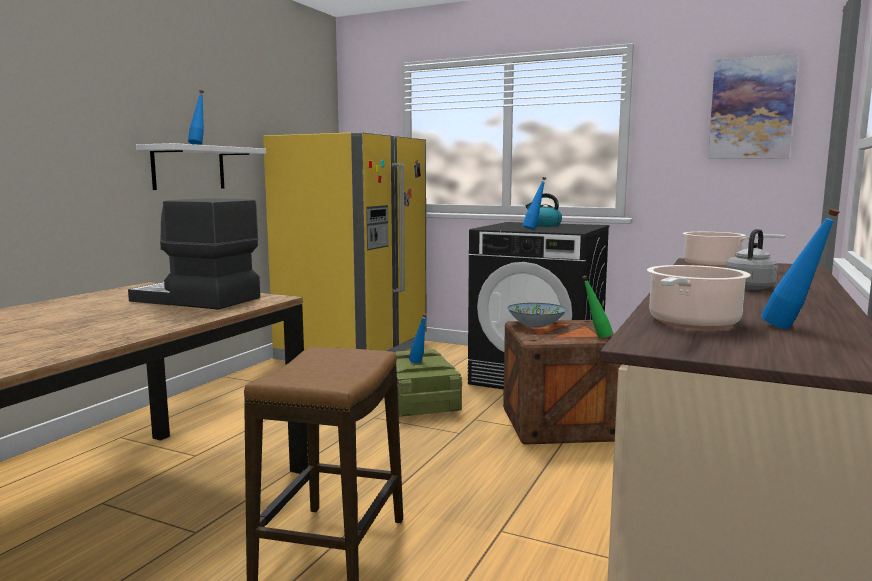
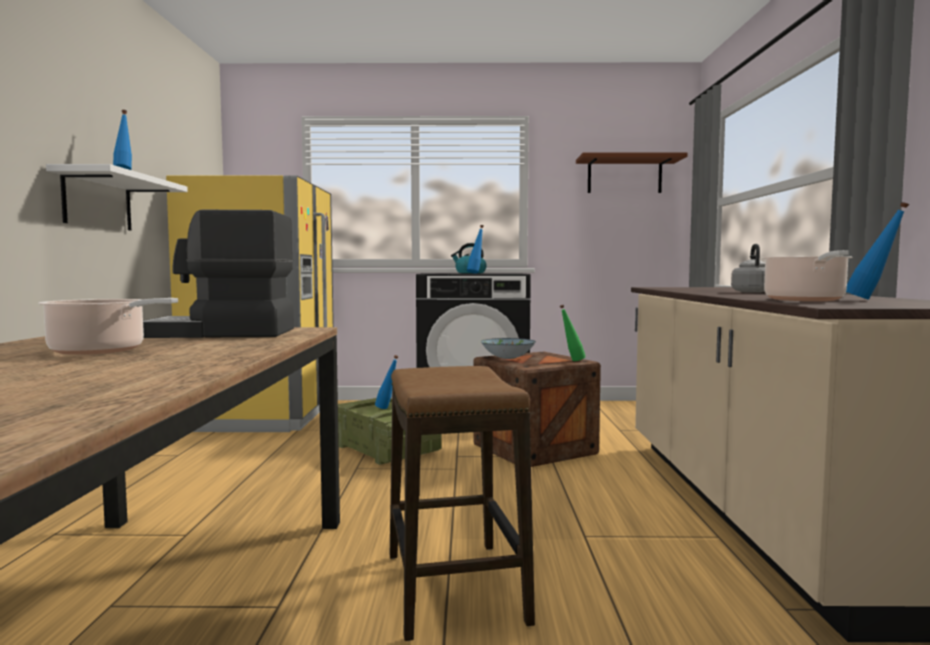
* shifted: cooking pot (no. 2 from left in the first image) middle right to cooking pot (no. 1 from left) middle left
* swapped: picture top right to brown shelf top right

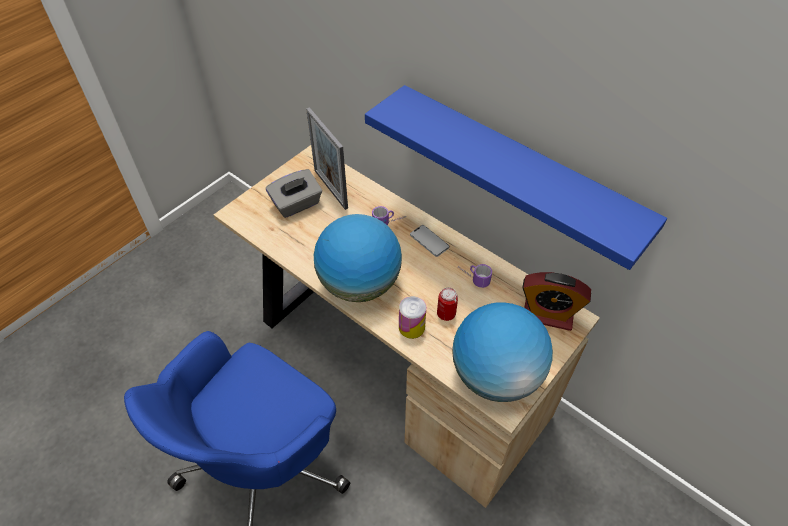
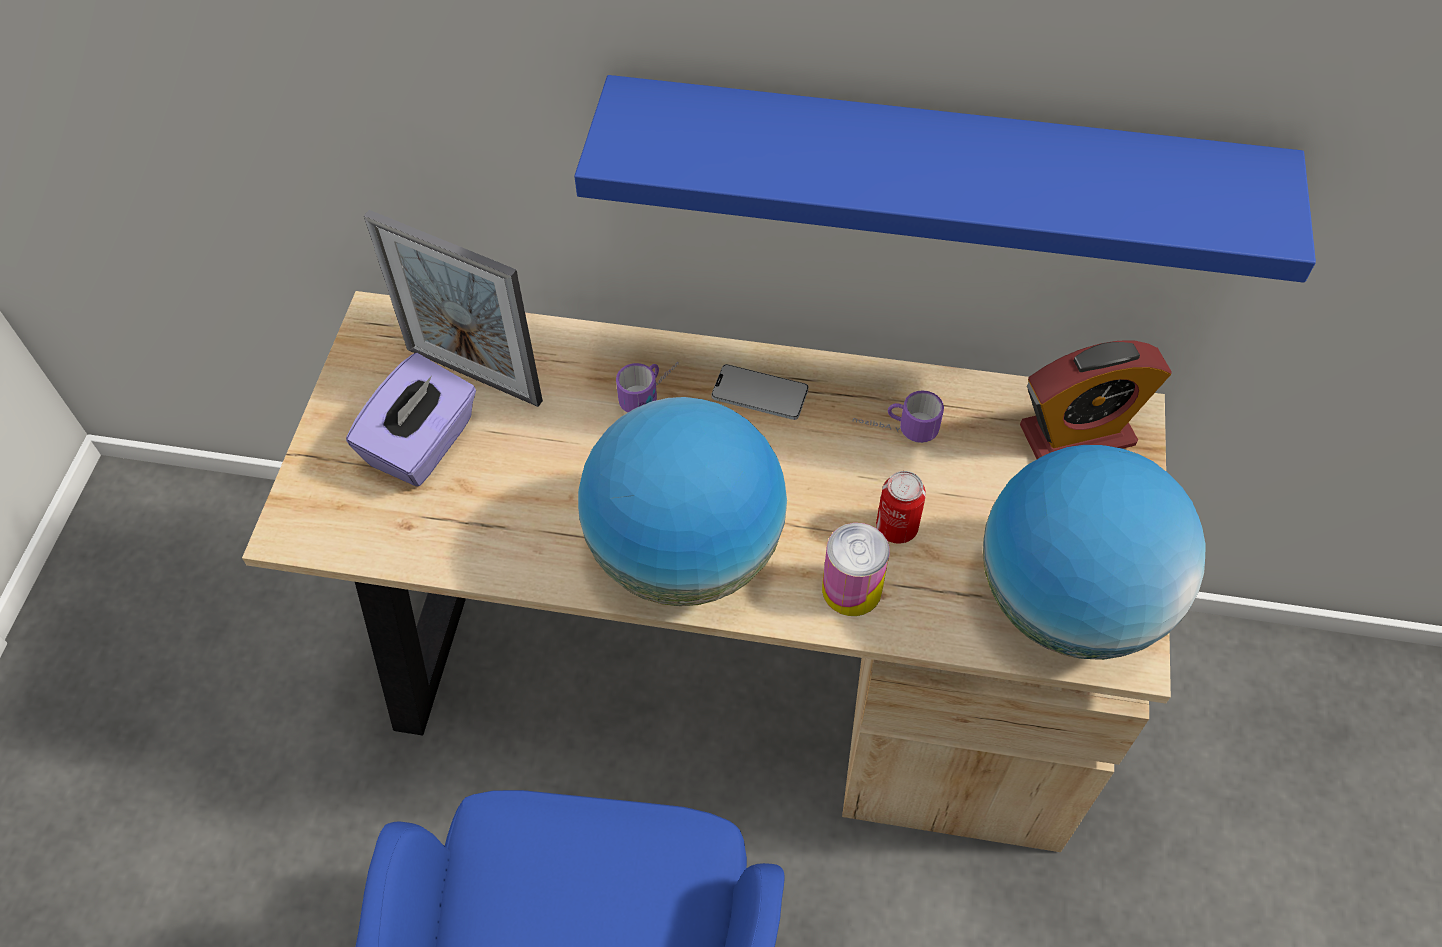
* repainted: grey tissue box centre to purple tissue box middle left

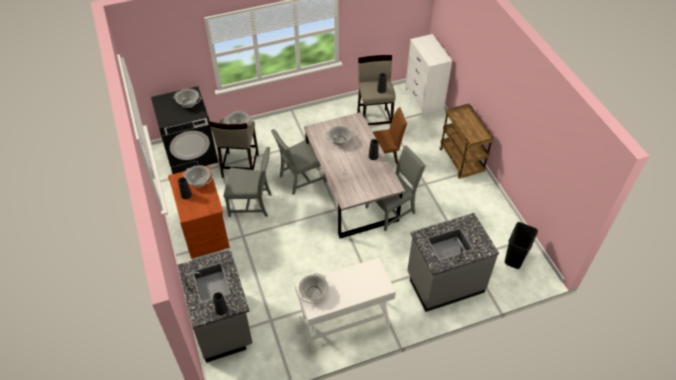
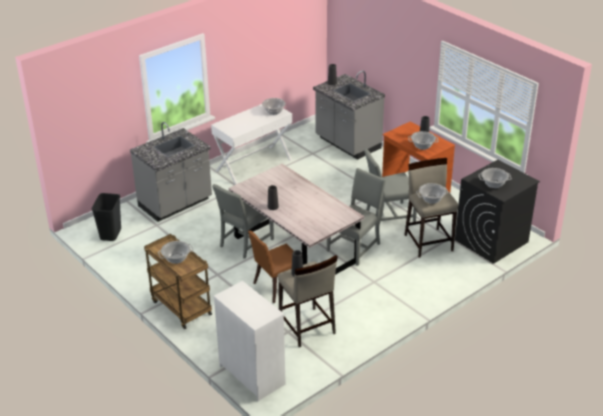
* shifted: cooking pot (no. 5 from left in the first image) centre to cooking pot (no. 1 from left) middle left

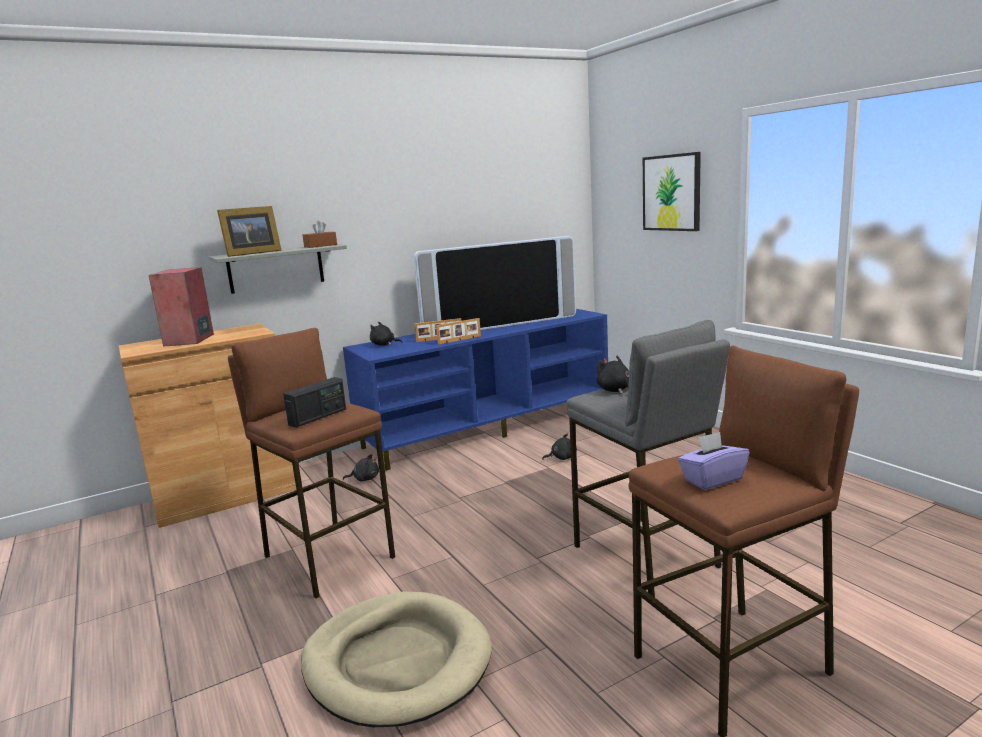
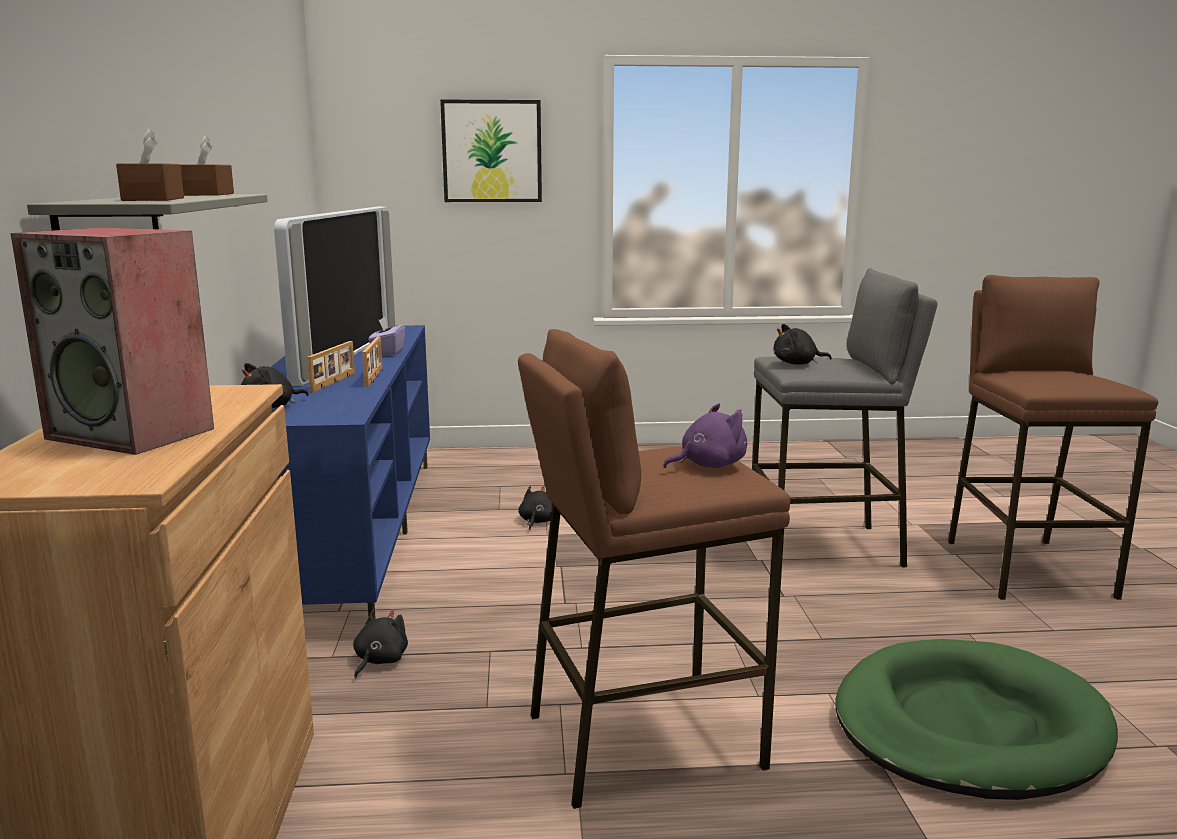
* swapped: picture frame (no. 1 from left) top left to brown tissue box (no. 1 from left) top left
* swapped: radio middle left to purple plush toy centre
* repainted: beige dog bed bottom centre to green dog bed bottom right
* shifted: purple tissue box middle right to middle left

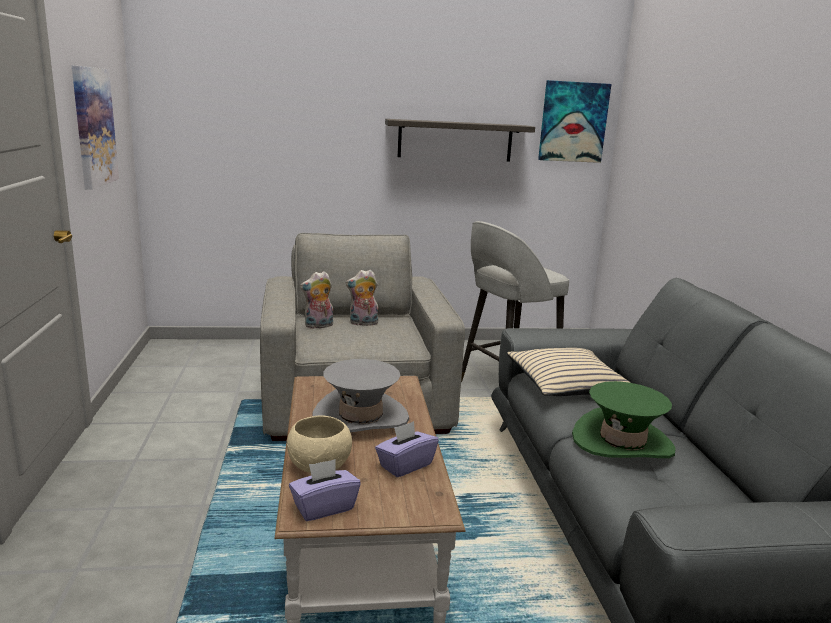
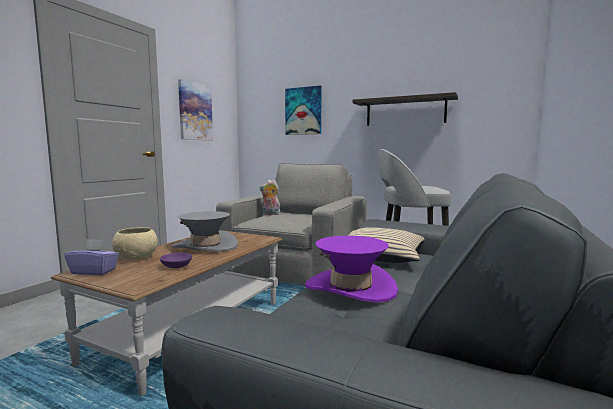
* gone: plush toy (no. 2 from left) centre
* swapped: purple tissue box (no. 2 from left) bottom centre to purple bowl middle left
* shifted: picture (no. 2 from left) top right to top centre
* repainted: green hat bottom right to purple hat centre

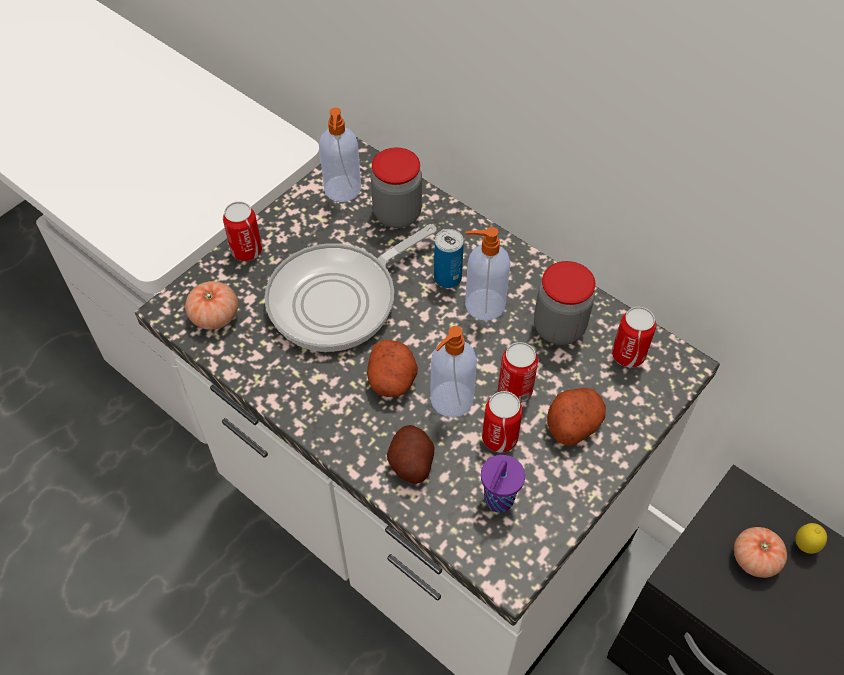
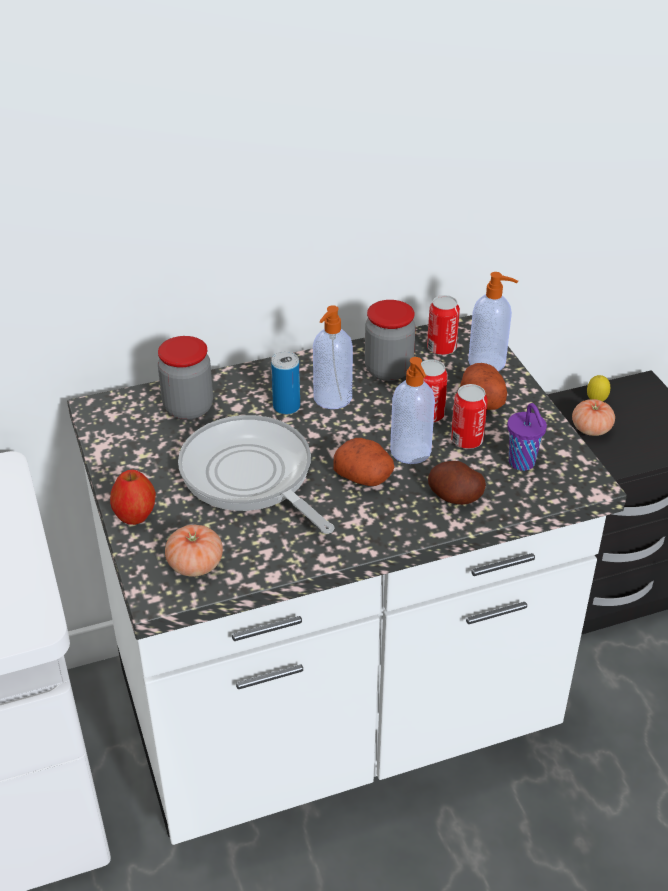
* swapped: can (no. 1 from left) middle left to apple middle left
* rotated: frying pan centre = centre 150 degrees clockwise
* shifted: soap dispenser (no. 1 from left in the first image) top centre to soap dispenser (no. 3 from left) middle right

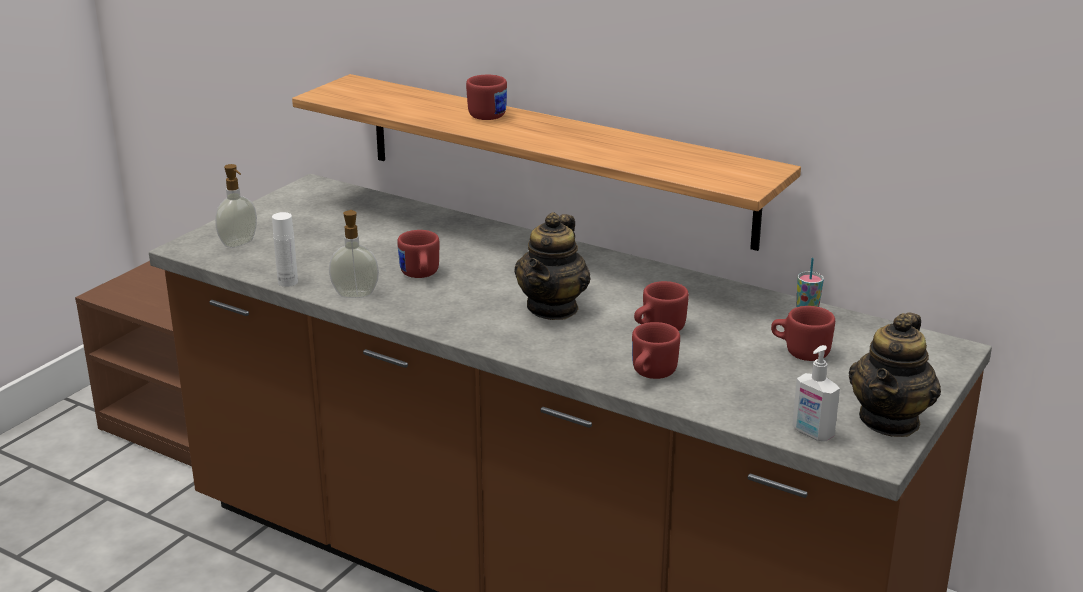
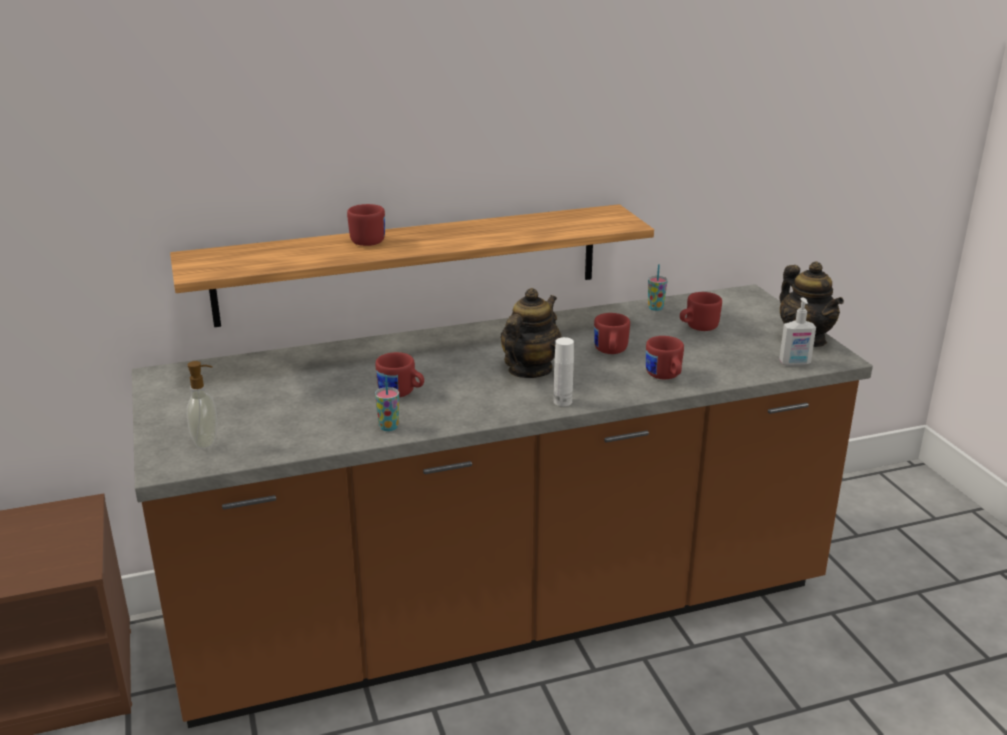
* shifted: white bottle middle left to centre
* swapped: soap dispenser (no. 2 from left) middle left to cup (no. 1 from left) centre
* rotated: teapot (no. 1 from left) centre = centre 120 degrees counterclockwise

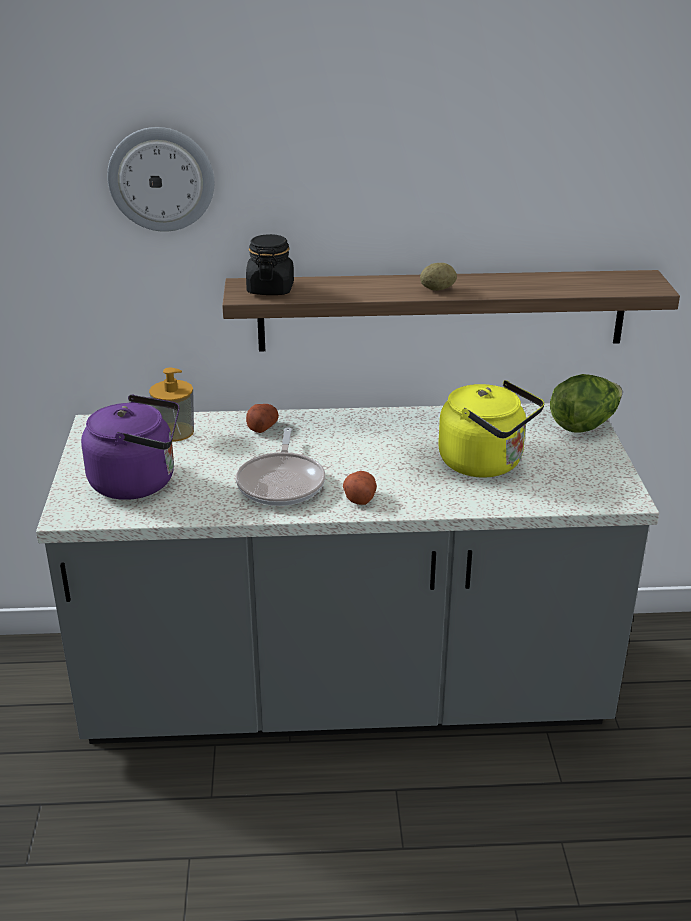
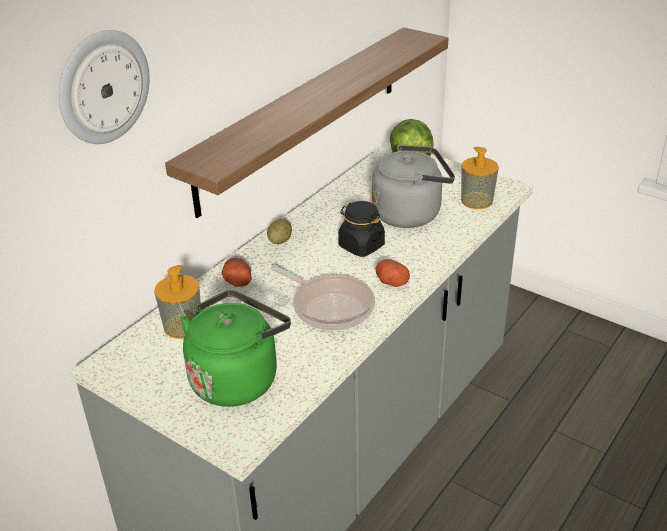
* repainted: purple kettle middle left to green kettle centre
* shifted: black jar top centre to centre
* shifted: potato (no. 3 from left in the first image) top centre to potato (no. 2 from left) centre
* repainted: yellow kettle middle right to grey kettle centre
* new: soap dispenser (no. 2 from left) middle right

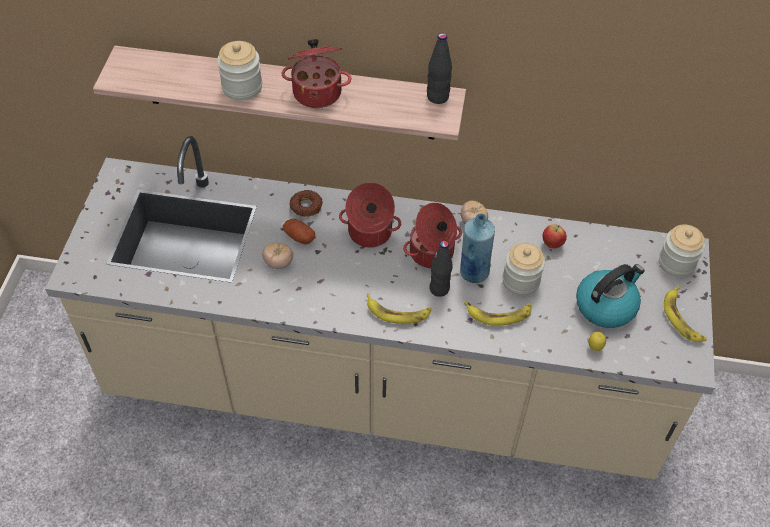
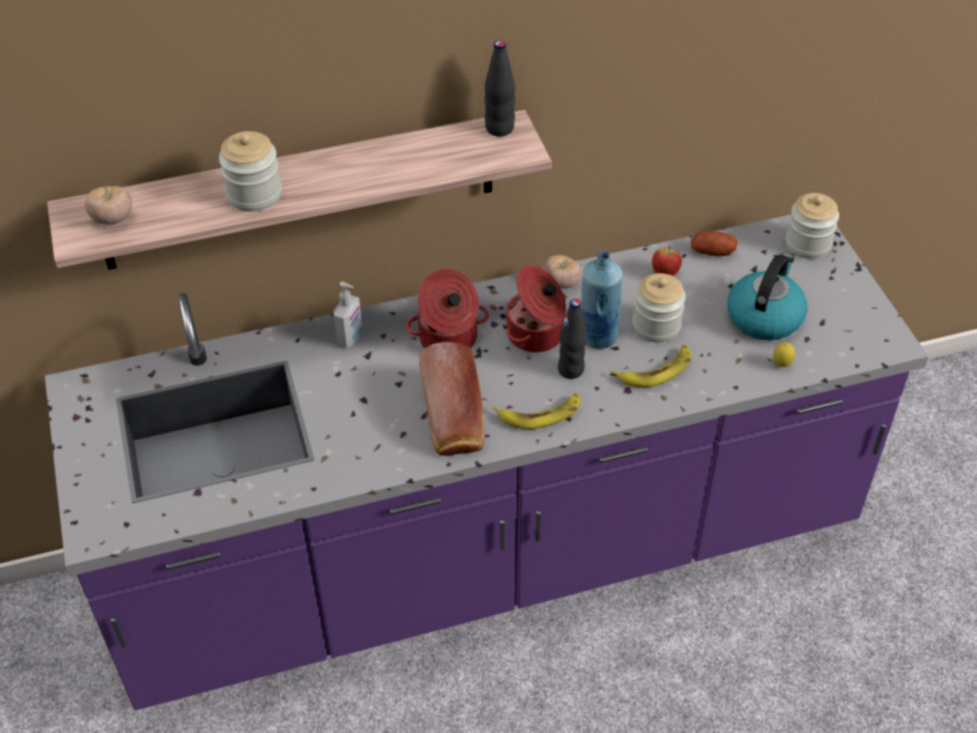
* repainted: beige counter centre to purple counter centre
* shifted: tomato (no. 1 from left) centre to top left
* gone: cooking pot (no. 1 from left) top centre
* shifted: potato centre to top right
* swapped: donut centre to soap dispenser centre
* gone: banana (no. 3 from left) middle right
* new: bread centre

